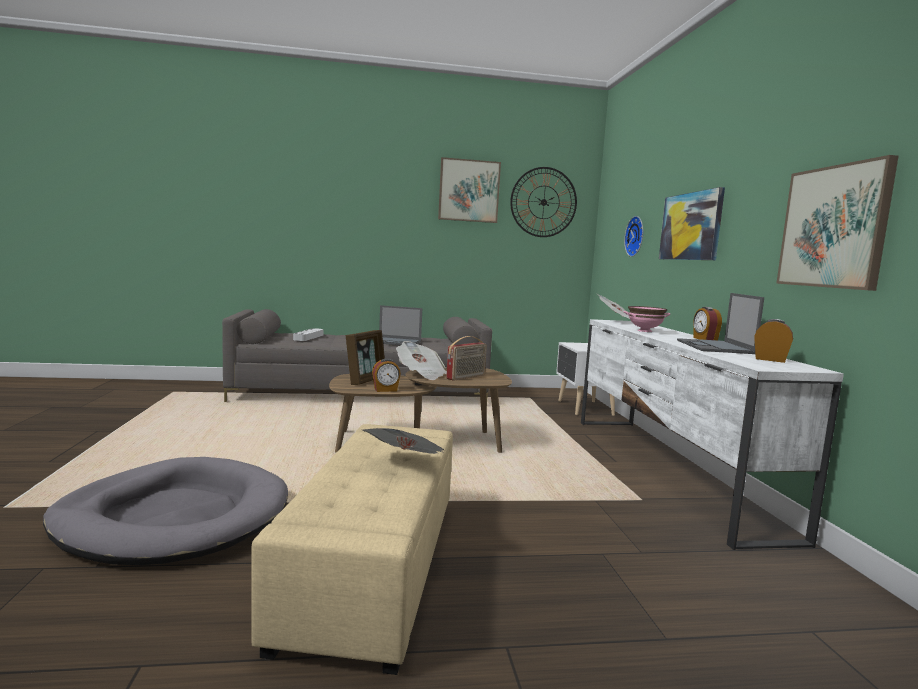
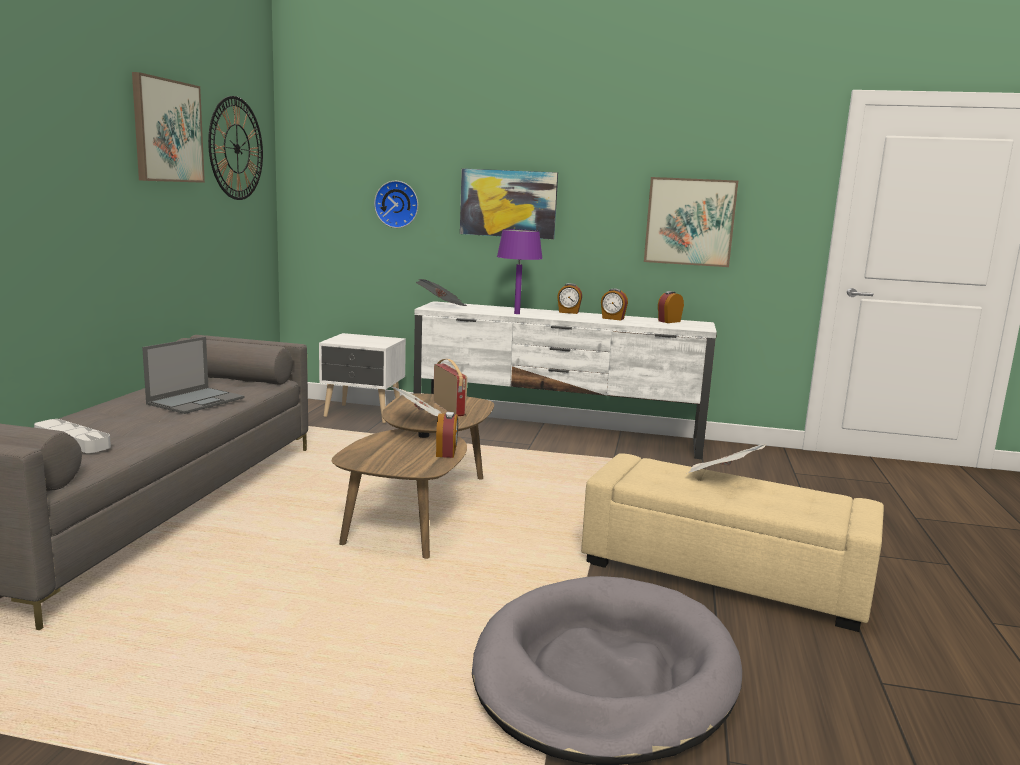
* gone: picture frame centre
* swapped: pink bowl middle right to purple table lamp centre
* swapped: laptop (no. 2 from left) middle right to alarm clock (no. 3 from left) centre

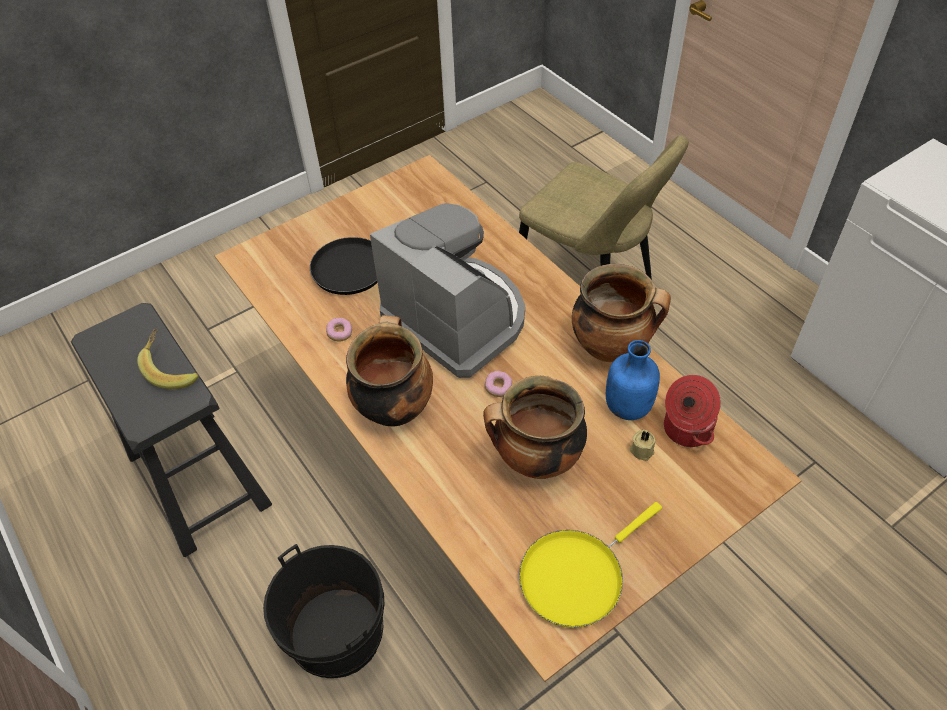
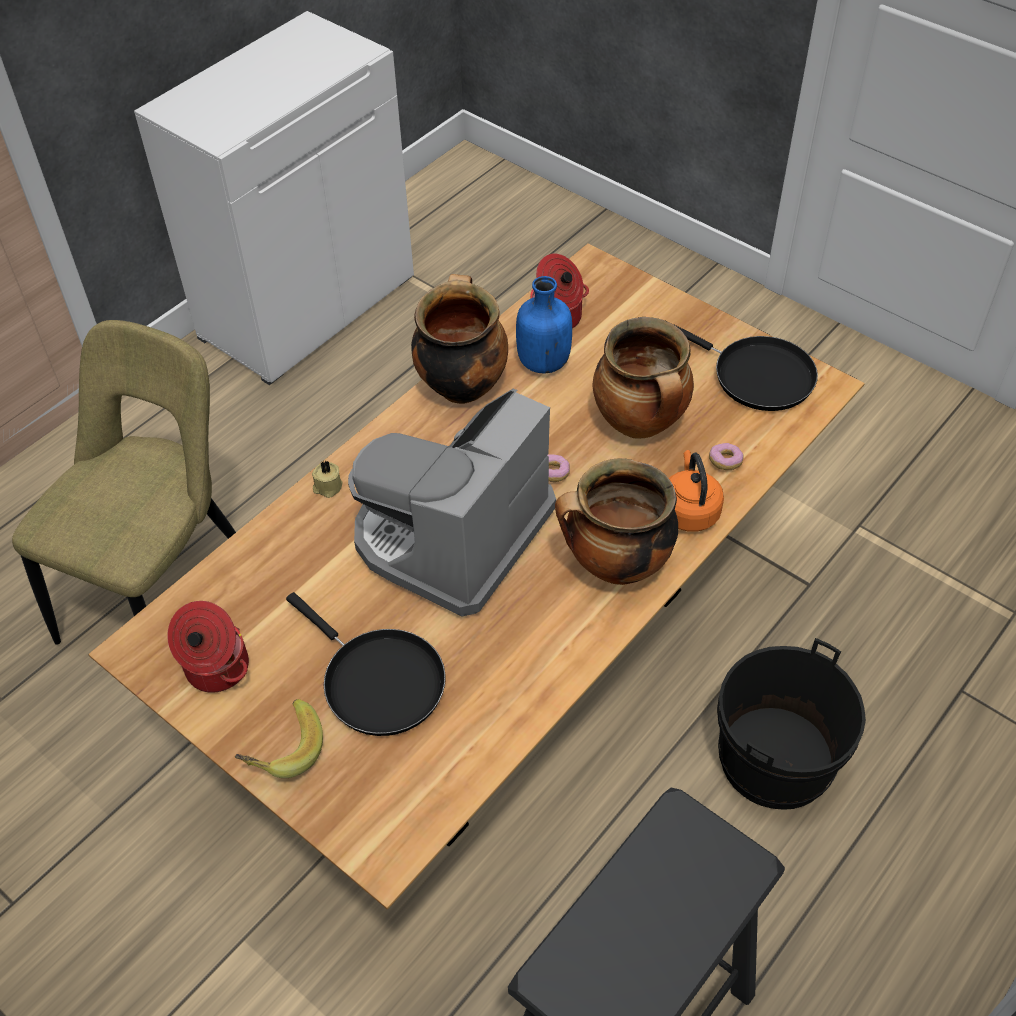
* shifted: banana middle left to bottom left
* shifted: donut (no. 1 from left in the first image) centre to donut (no. 2 from left) middle right
* repainted: yellow frying pan bottom centre to black frying pan (no. 2 from left) middle right
* shifted: beige candle middle right to middle left
* new: cooking pot (no. 1 from left) middle left
* new: orange kettle middle right

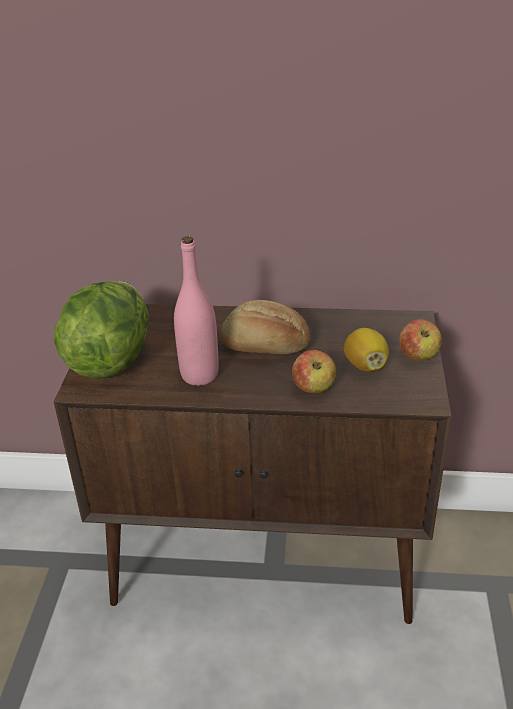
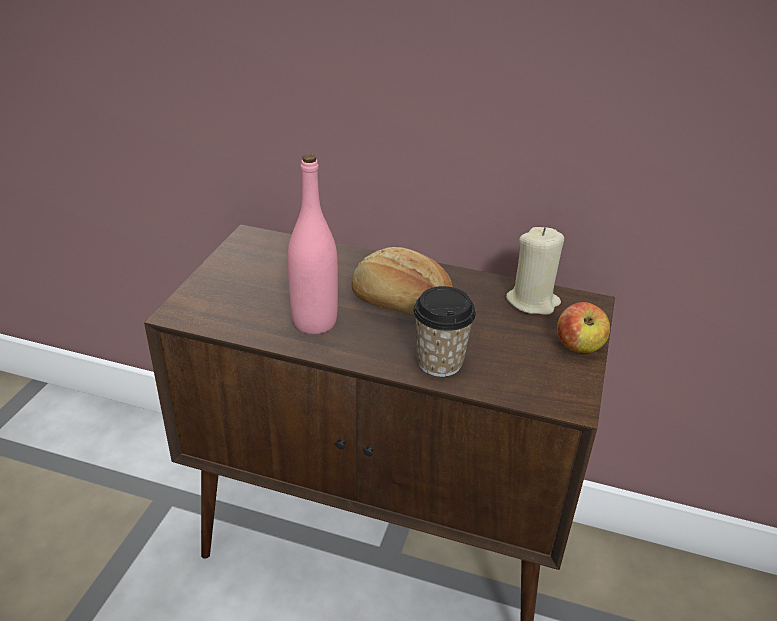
* gone: lettuce middle left
* swapped: apple (no. 1 from left) centre to cup centre
* gone: lemon middle right
* new: beige candle middle right

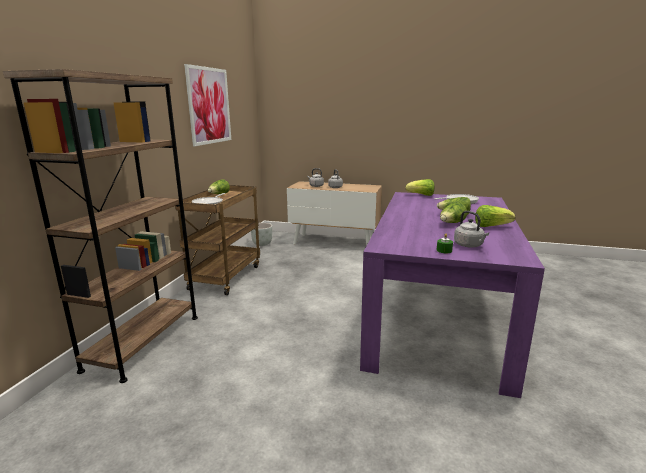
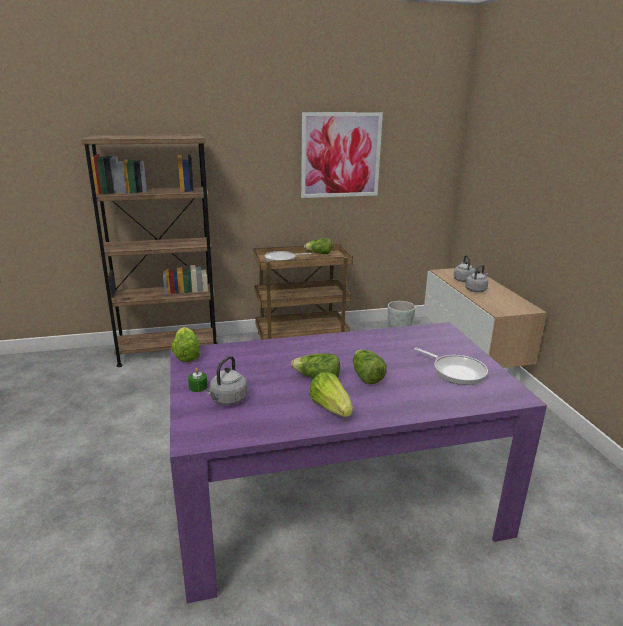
* shifted: lettuce (no. 2 from left in the first image) centre to lettuce (no. 1 from left) middle left

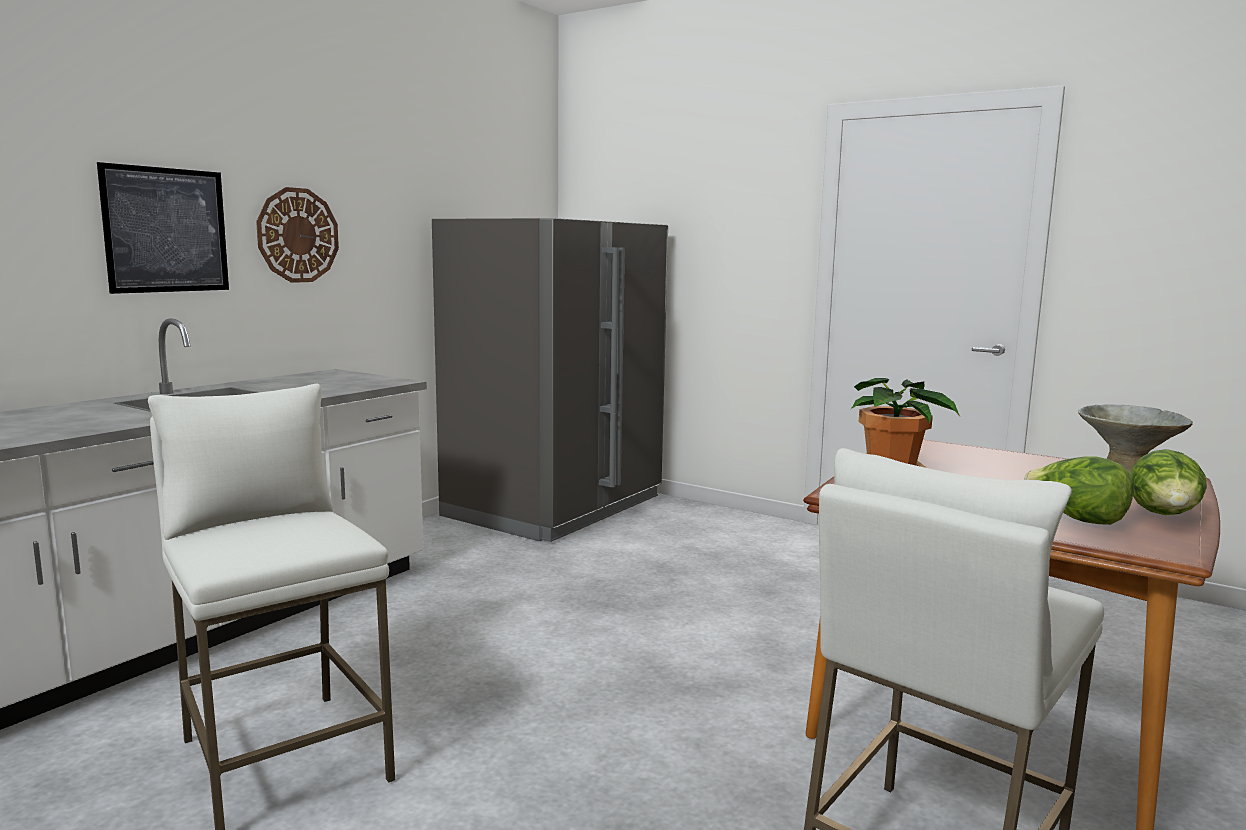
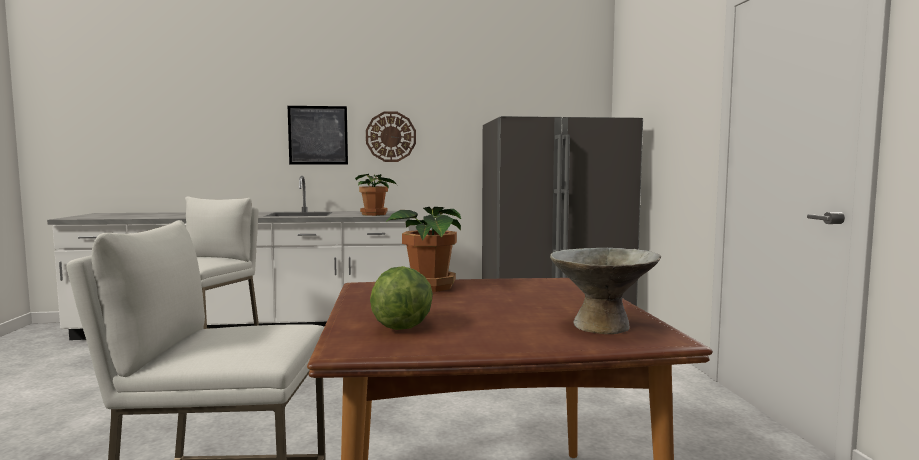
* gone: lettuce (no. 2 from left) middle right
* new: potted plant (no. 1 from left) centre

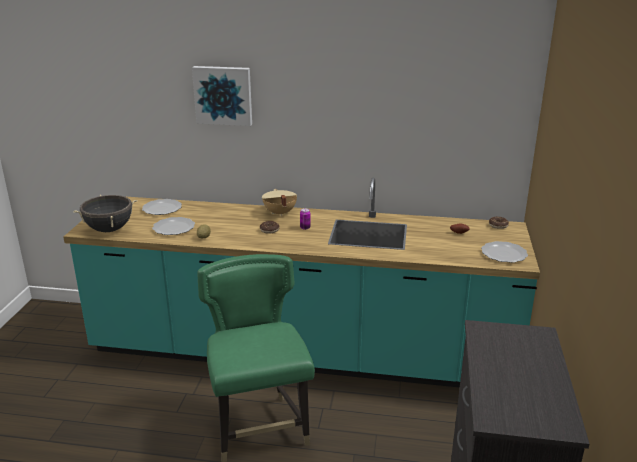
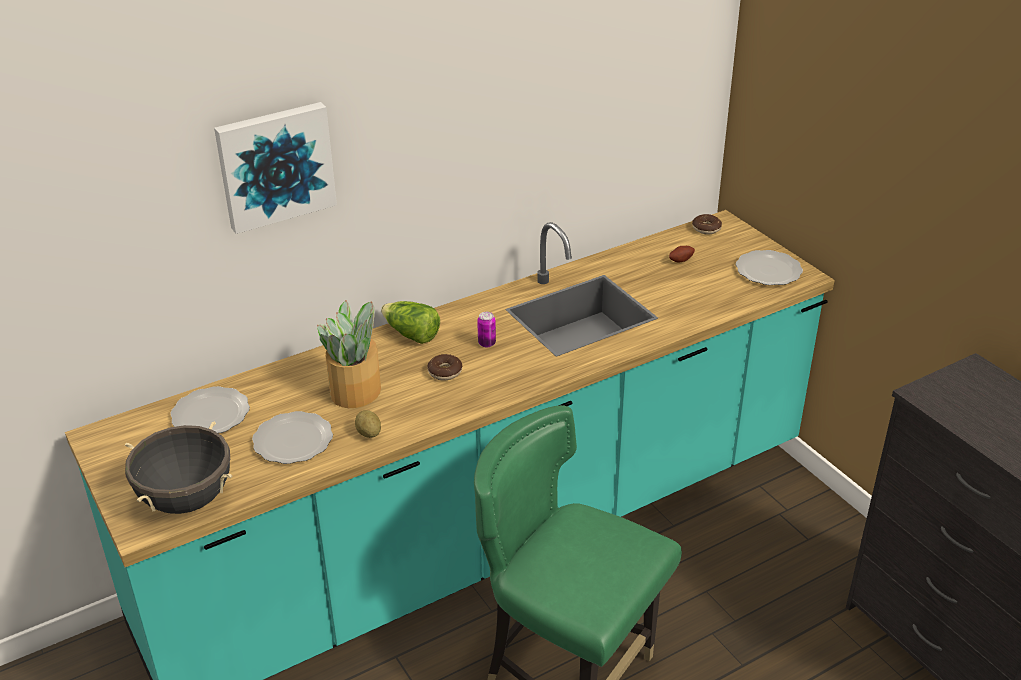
* swapped: beige cooking pot centre to lettuce centre
* new: potted plant centre

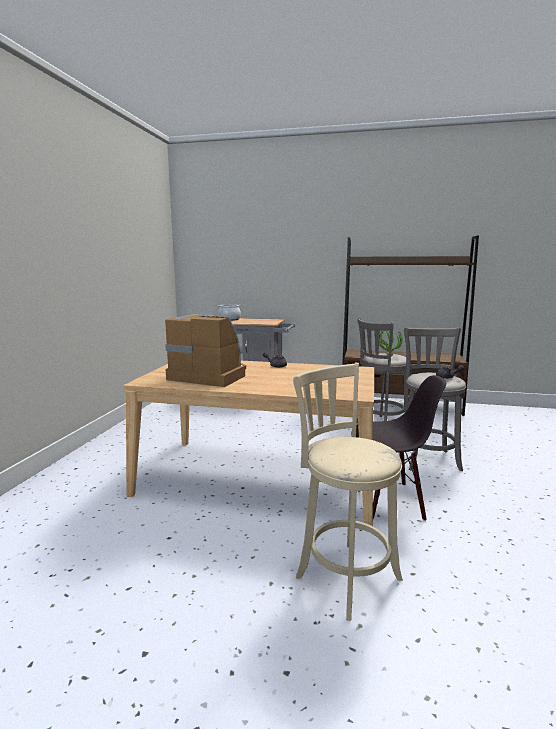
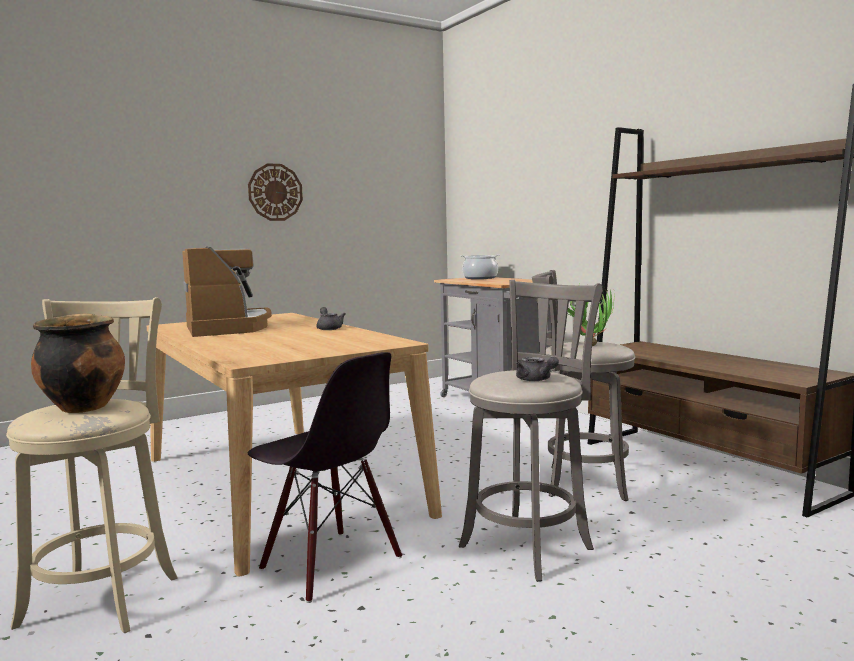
* new: cooking pot (no. 1 from left) middle left
* new: wall clock top left

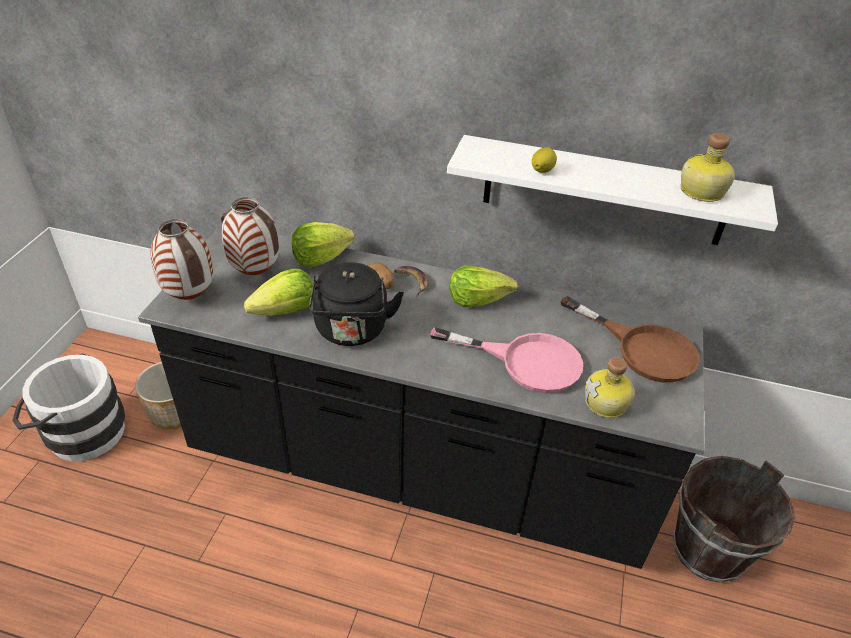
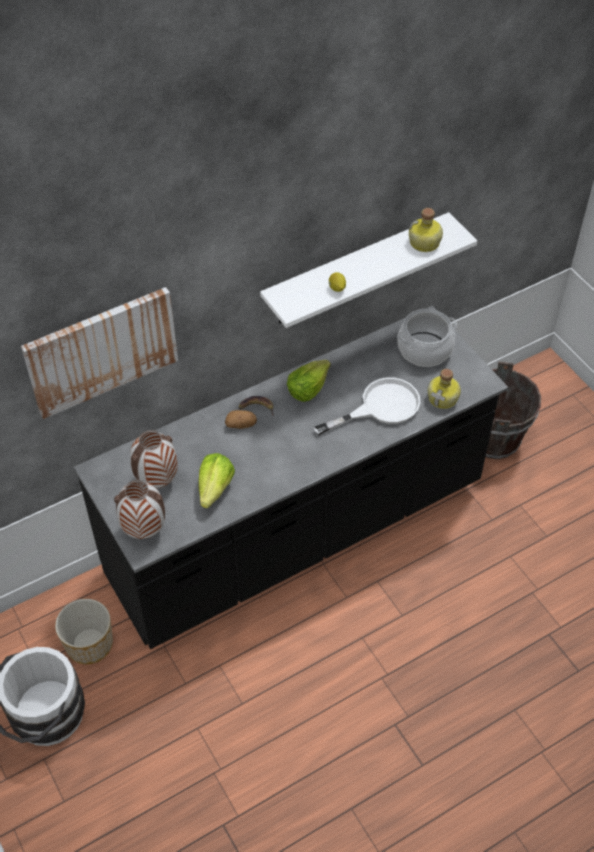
* gone: lettuce (no. 2 from left) centre
* gone: black kettle centre
* repainted: pink frying pan centre to white frying pan centre
* swapped: brown frying pan middle right to cooking pot middle right
* new: picture middle left

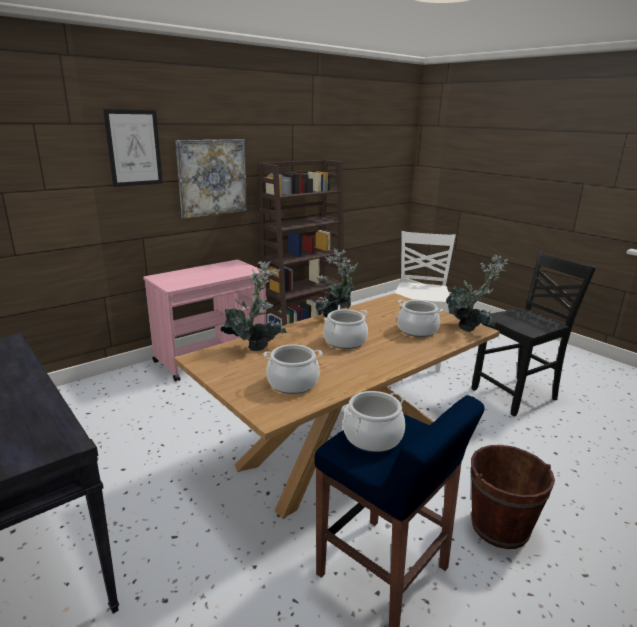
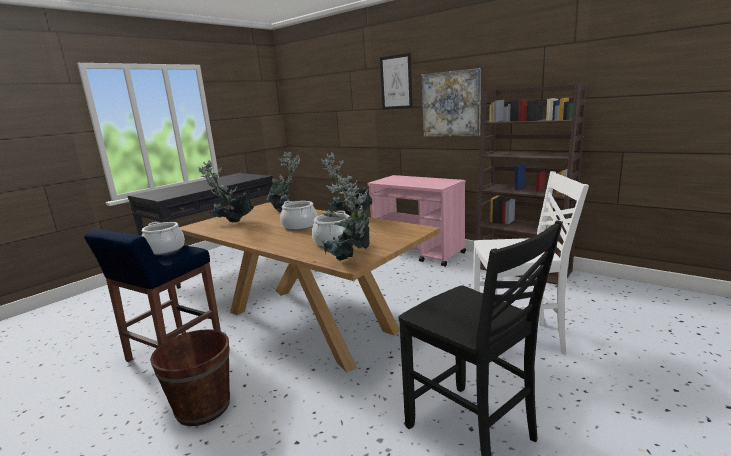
* swapped: cooking pot (no. 1 from left) centre to potted plant (no. 1 from left) middle left

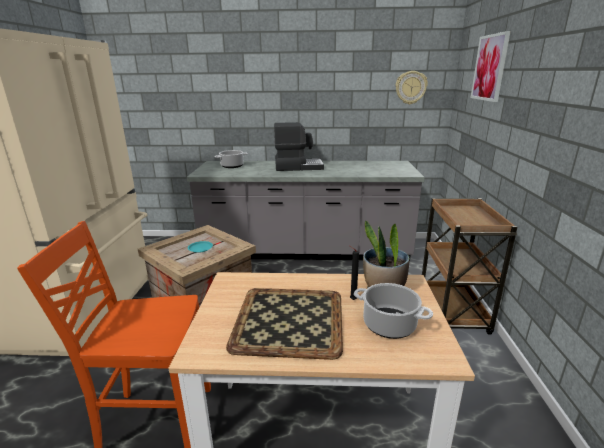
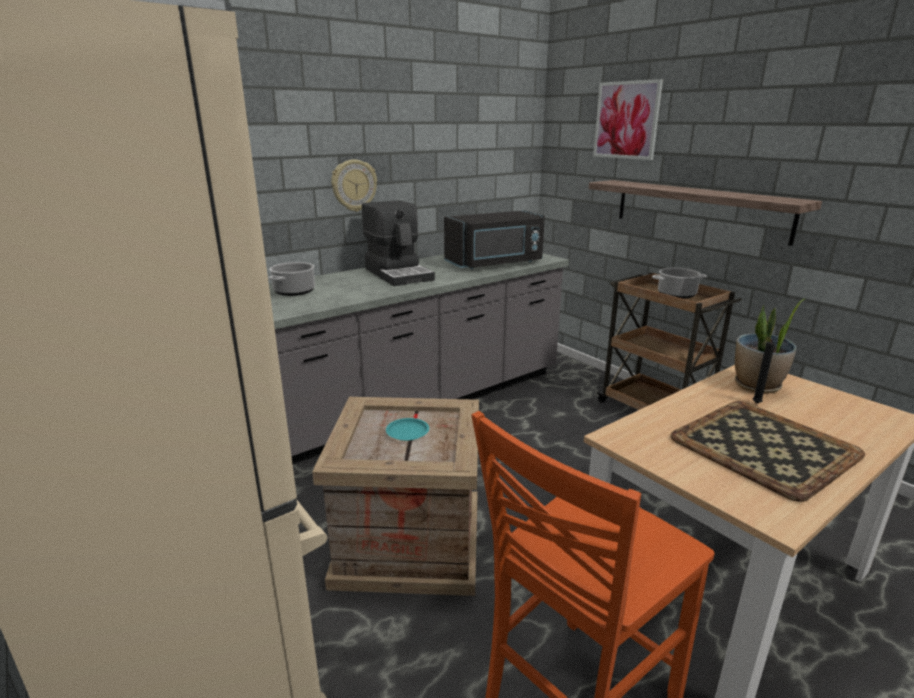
* rotated: coffee machine top centre = centre 105 degrees clockwise
* shifted: cooking pot (no. 2 from left) bottom centre to middle right
* shifted: wall clock top right to top centre
* new: black microwave centre
* new: shelf top right

